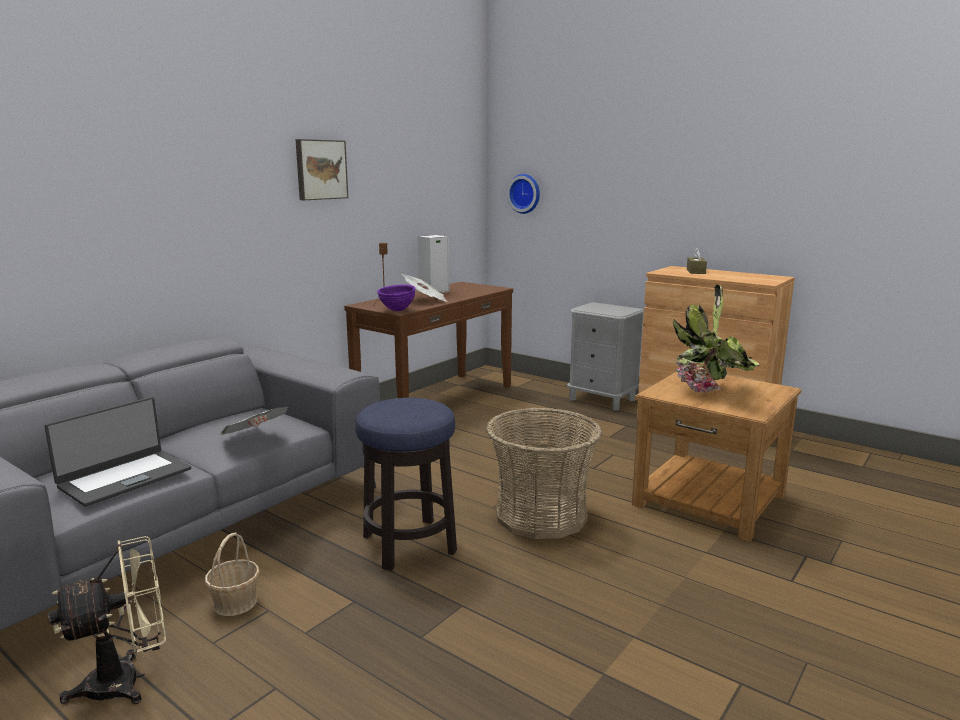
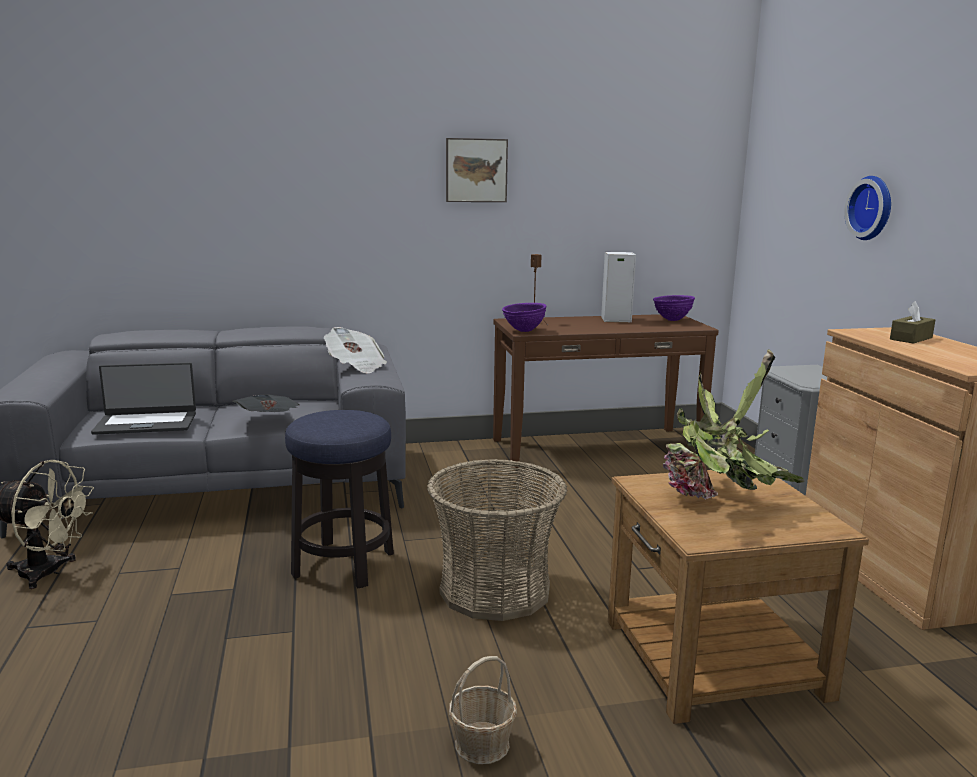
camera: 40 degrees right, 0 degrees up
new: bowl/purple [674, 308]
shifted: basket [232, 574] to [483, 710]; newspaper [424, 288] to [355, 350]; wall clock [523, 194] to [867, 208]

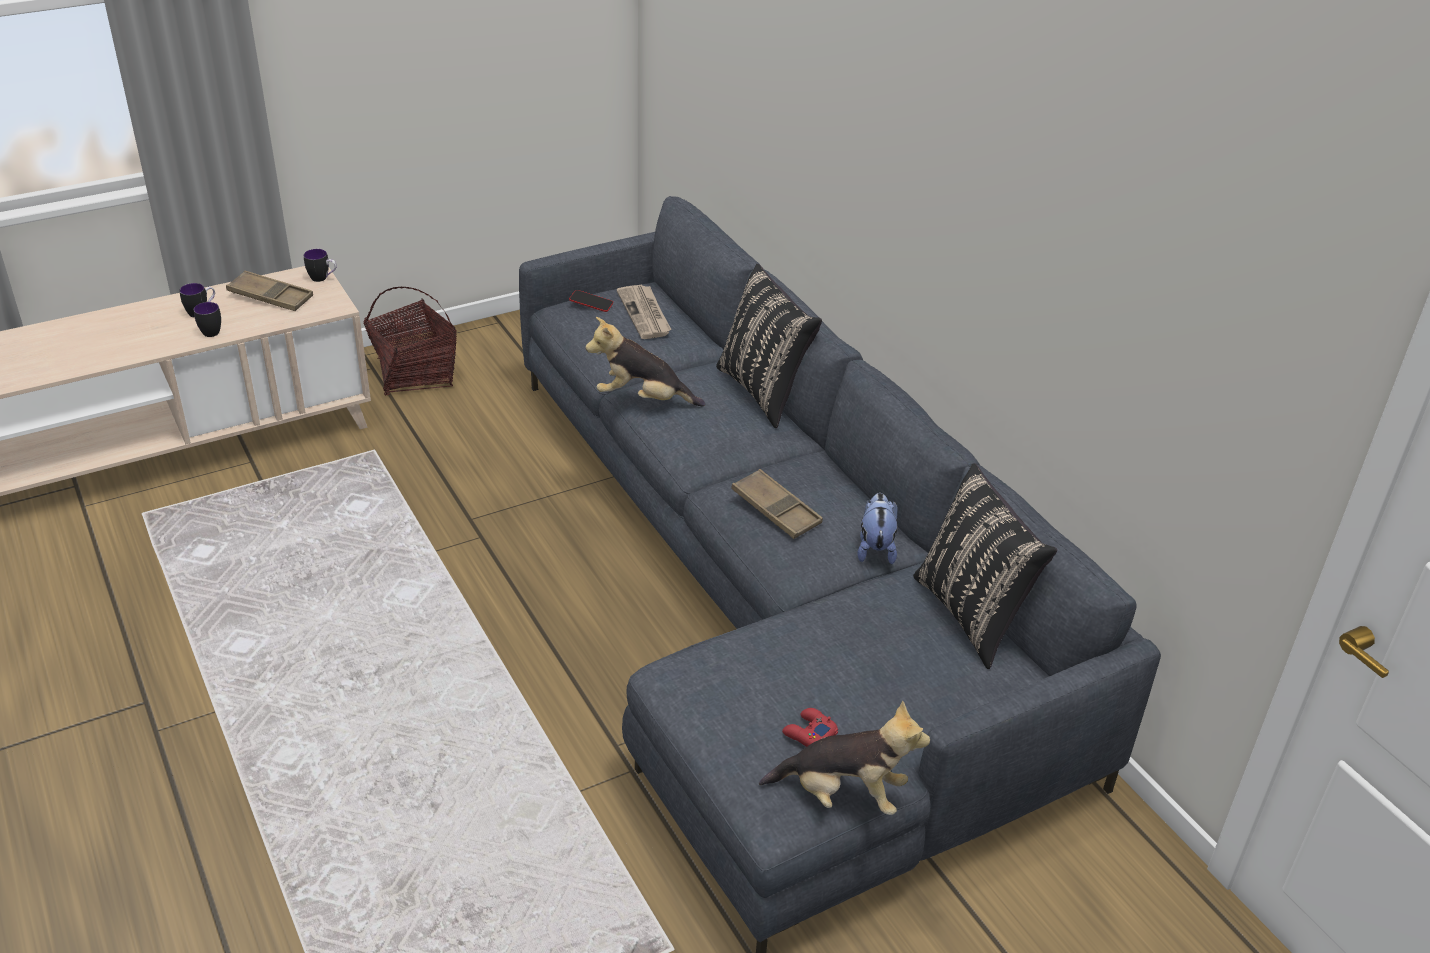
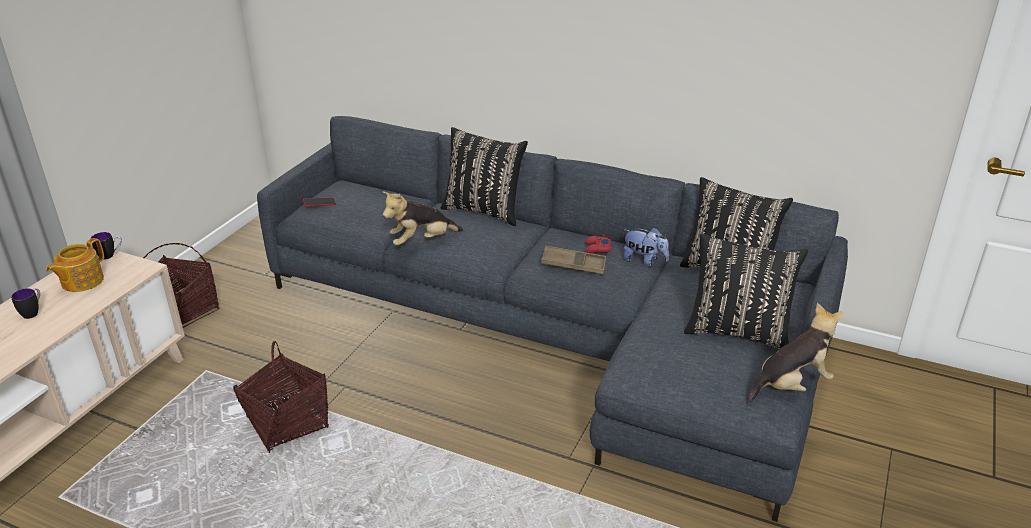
camera: 35 degrees left, 5 degrees down
gone: mug [207, 319]; newspaper [644, 312]
new: basket [281, 397]; pillow/black [746, 291]
shifted: game controller/red [810, 727] to [598, 244]
swapped: tray/brown [269, 291] to teapot [75, 265]
rotated: plush toy [877, 529] = [646, 247] 150 degrees clockwise

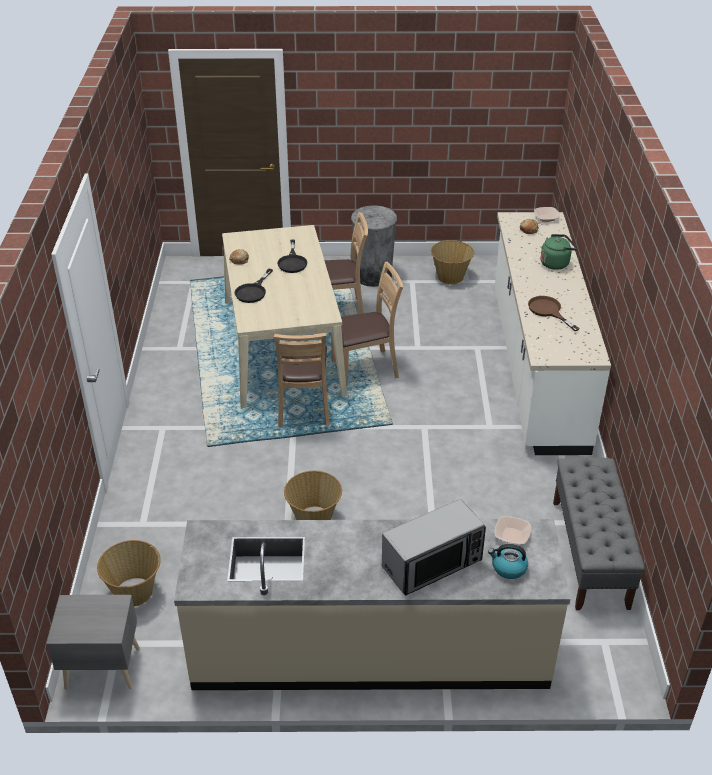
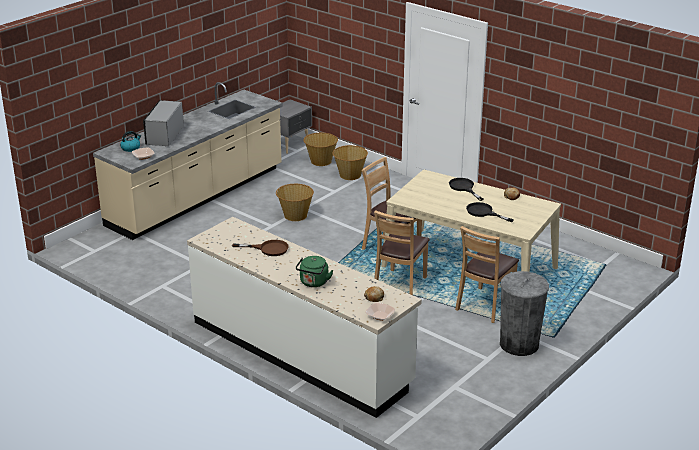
camera: 130 degrees right, 10 degrees down
gone: bench/grey [599, 533]
shifted: basket [452, 262] to [350, 162]

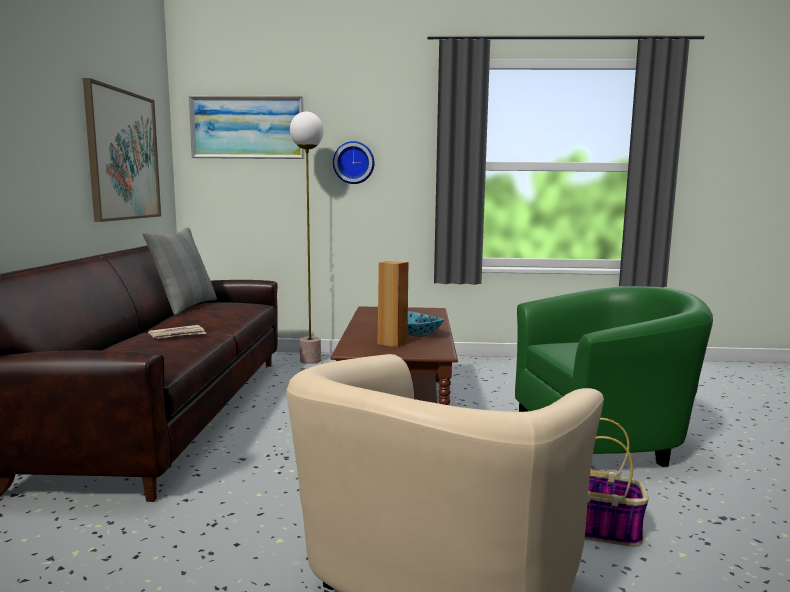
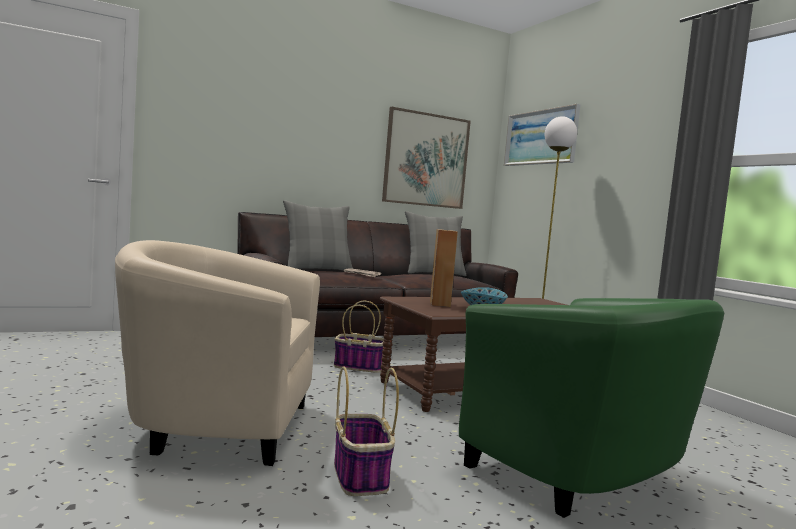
camera: 60 degrees right, 5 degrees down
gone: wall clock [353, 162]
new: pillow/grey [318, 235]; basket [359, 337]

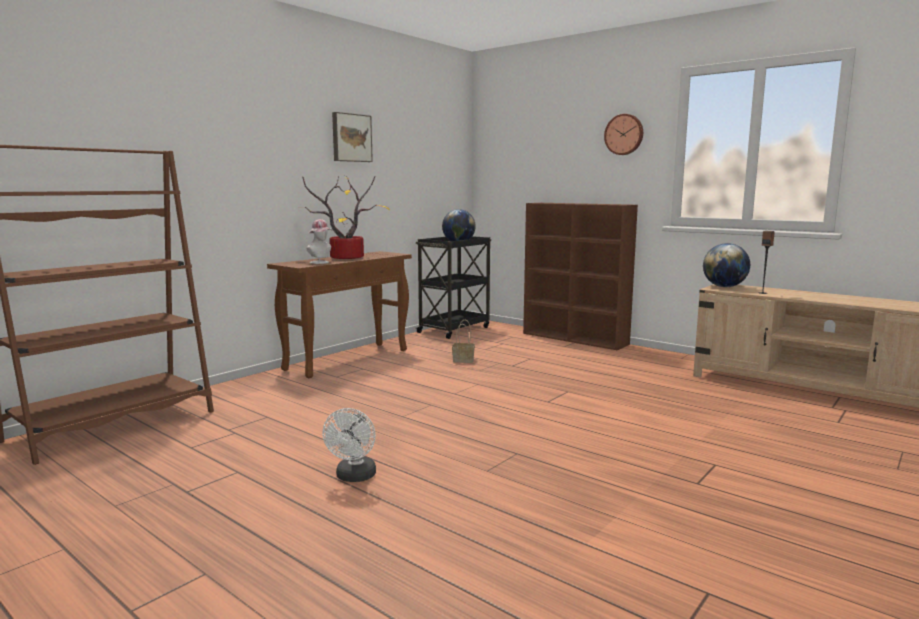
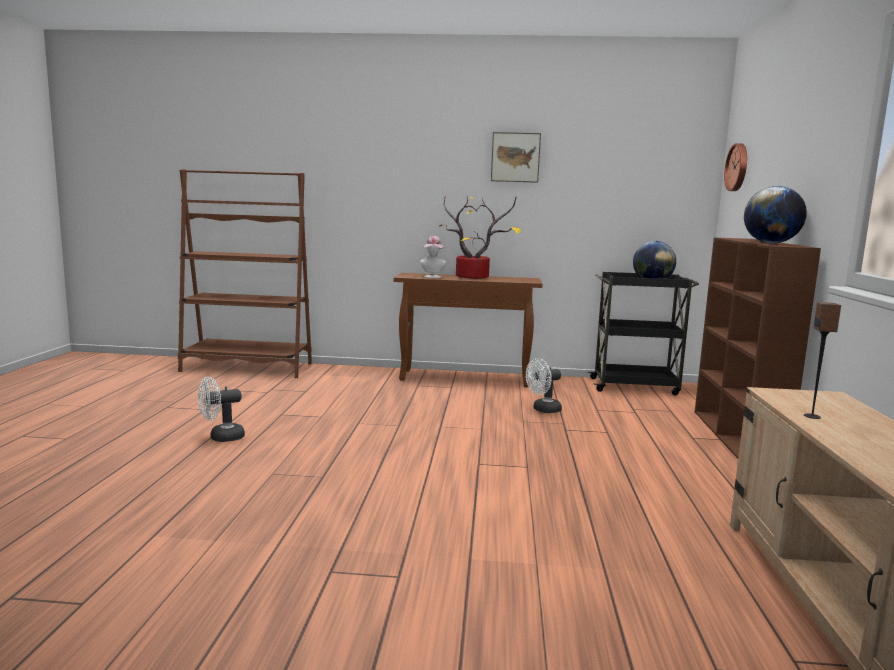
camera: 55 degrees right, 0 degrees up
shifted: wall clock [623, 134] to [735, 167]; globe [726, 265] to [775, 215]
swapped: basket [463, 341] to fan/white [544, 385]

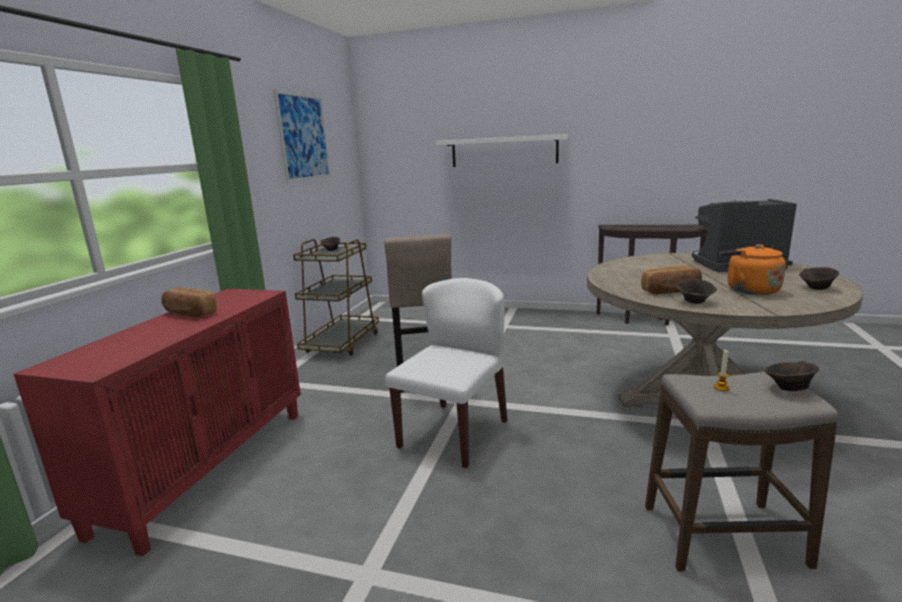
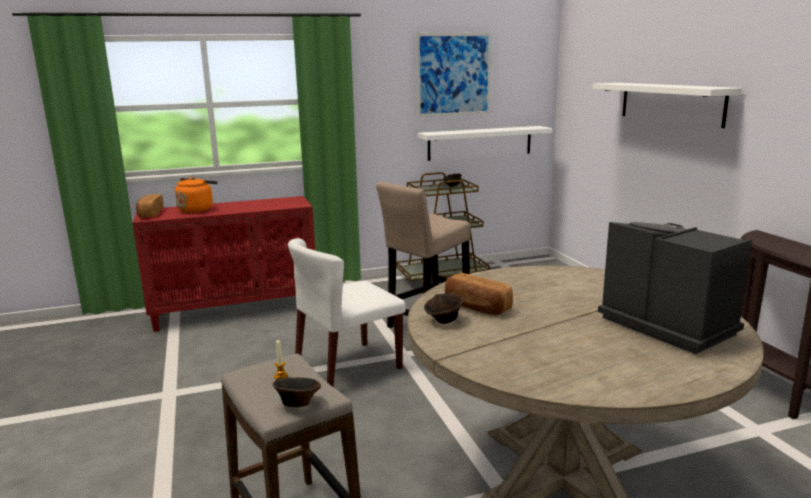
camera: 55 degrees right, 0 degrees up
gone: bowl/brown [819, 278]
new: shelf/white [485, 143]
shifted: bread [189, 302] to [150, 206]; kettle/orange [753, 269] to [196, 195]
rotated: chair/white [446, 373] = [347, 312] 150 degrees clockwise

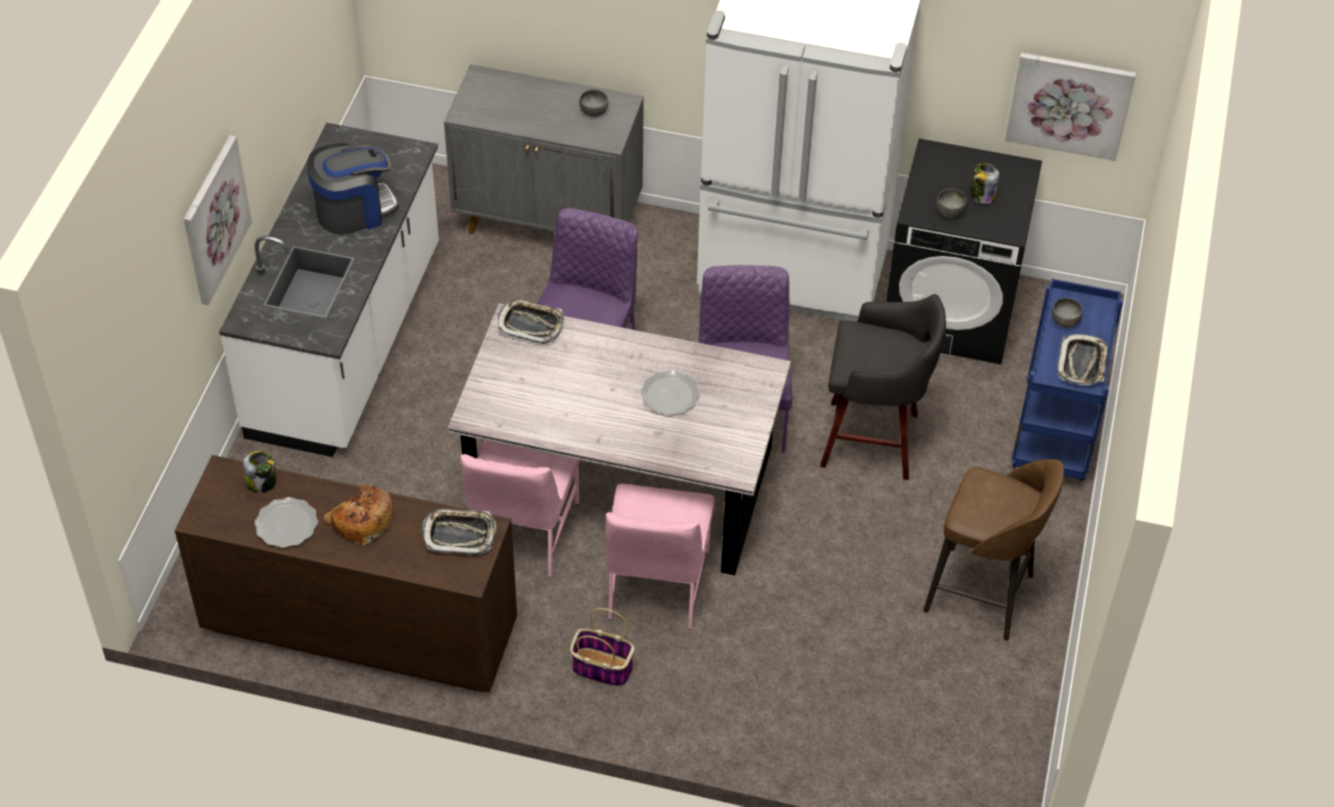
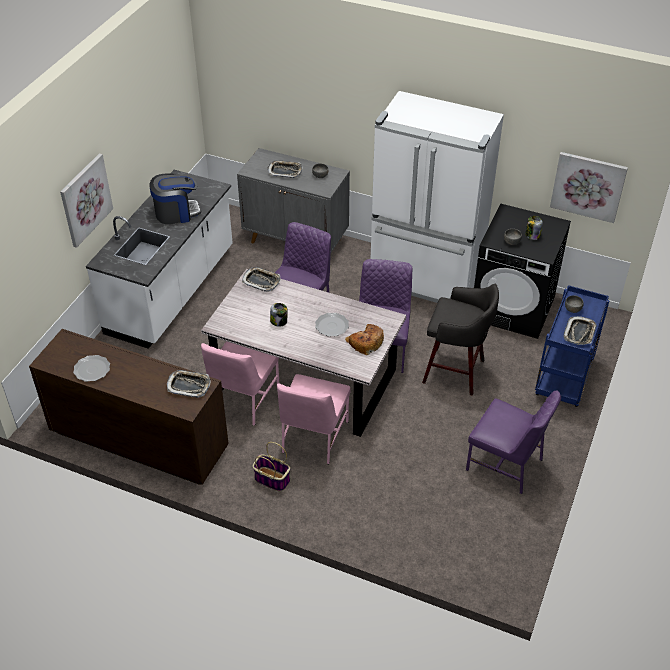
camera: 10 degrees right, 5 degrees down
new: tray [285, 169]
shifted: jar [259, 472] to [278, 315]; bread [358, 515] to [364, 339]
swapped: stool/brown [993, 550] to chair/purple [513, 442]

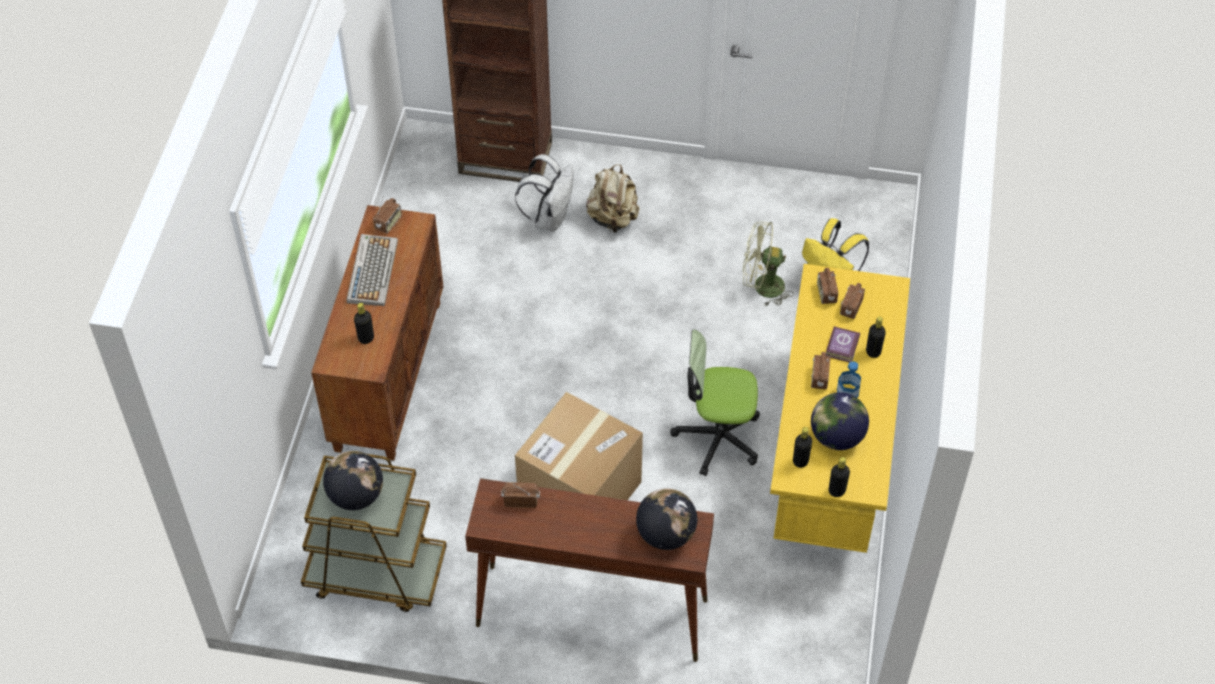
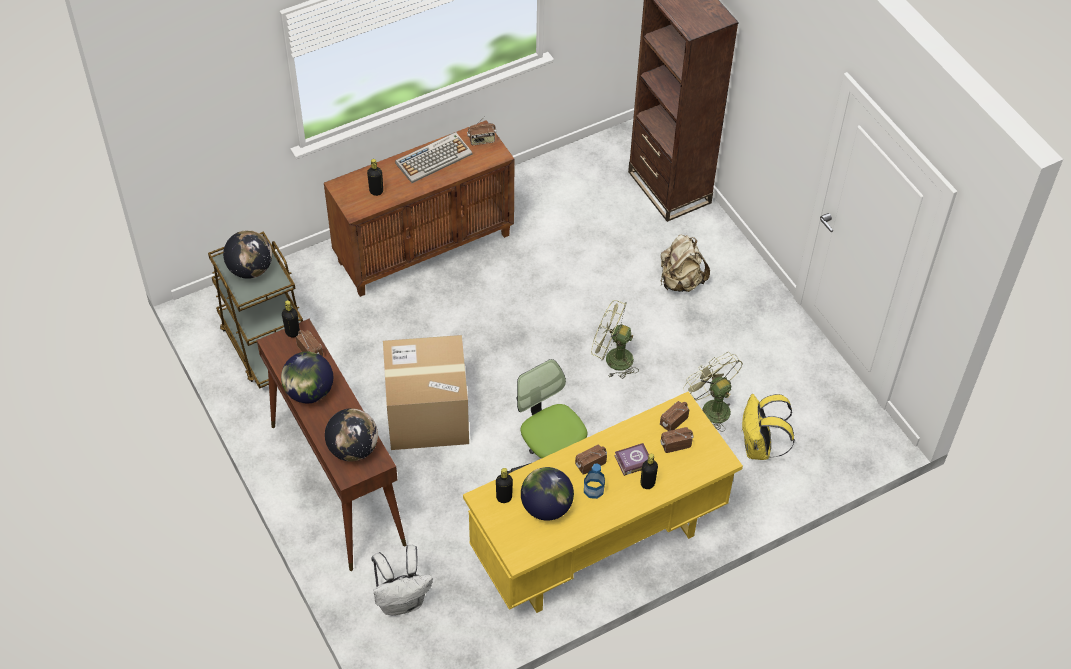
camera: 50 degrees right, 0 degrees up
new: globe [307, 377]; fan/green [615, 339]
shifted: backpack/white [544, 193] to [402, 580]; bottle/black [839, 477] to [291, 318]

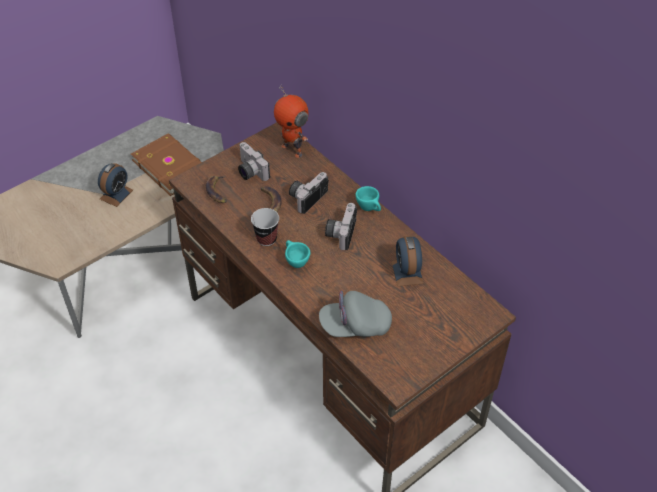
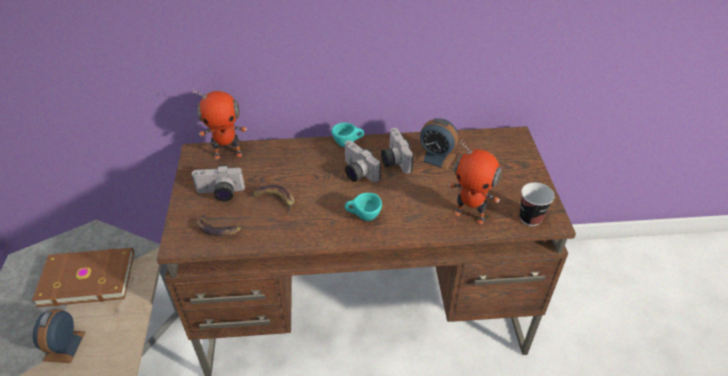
camera: 55 degrees left, 5 degrees down
shifted: cup [265, 227] to [537, 204]; photo camera [309, 193] to [397, 151]
swapped: cap/grey [355, 314] to toy robot [475, 181]
rotated: alarm clock [115, 185] = [59, 336] 150 degrees counterclockwise

